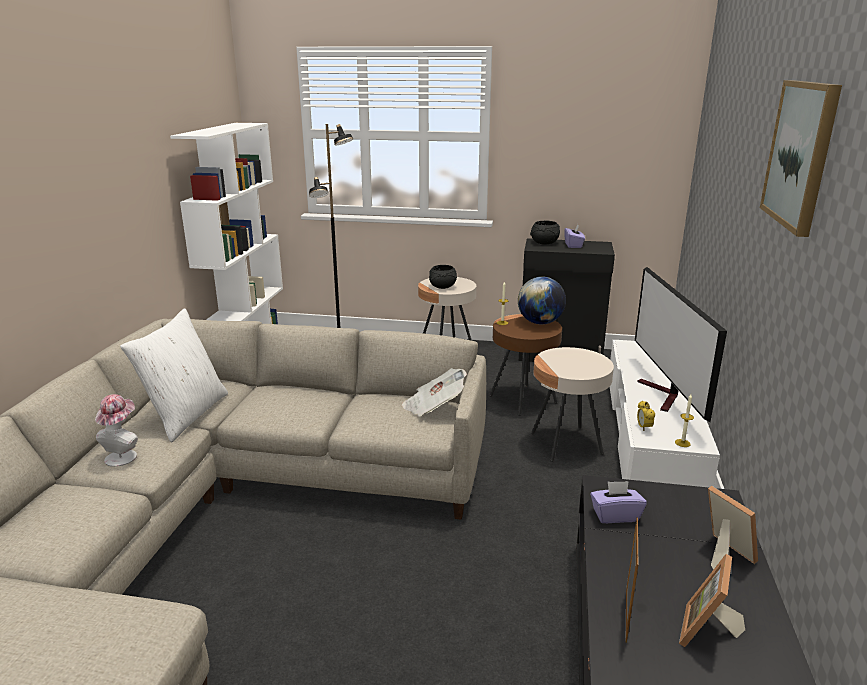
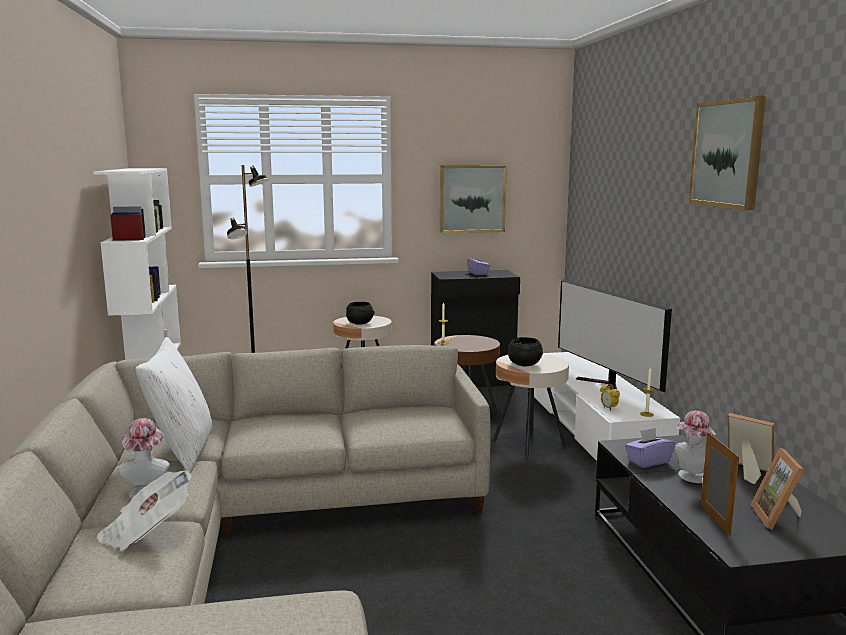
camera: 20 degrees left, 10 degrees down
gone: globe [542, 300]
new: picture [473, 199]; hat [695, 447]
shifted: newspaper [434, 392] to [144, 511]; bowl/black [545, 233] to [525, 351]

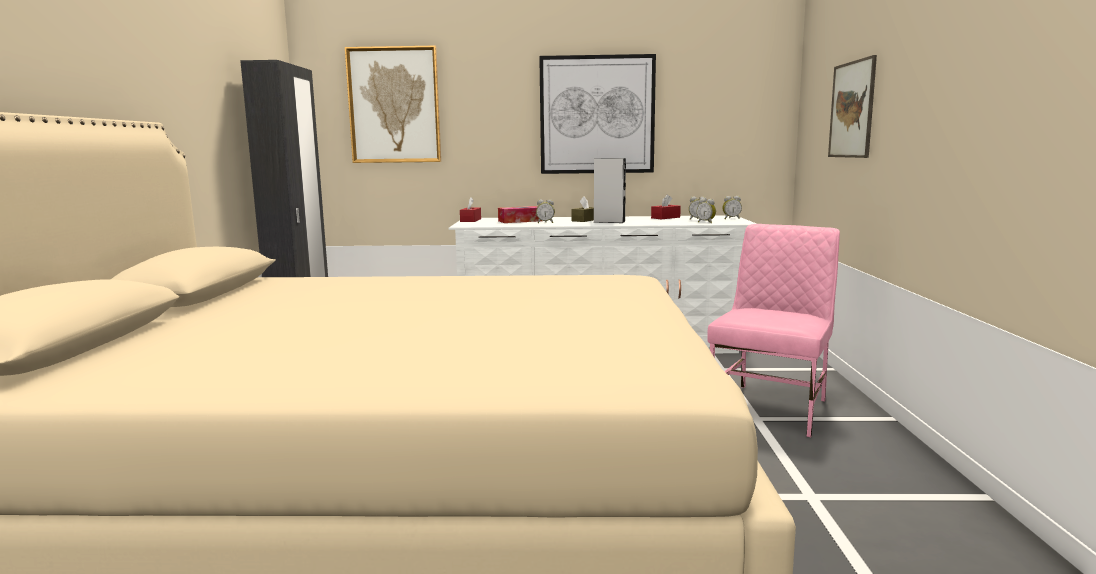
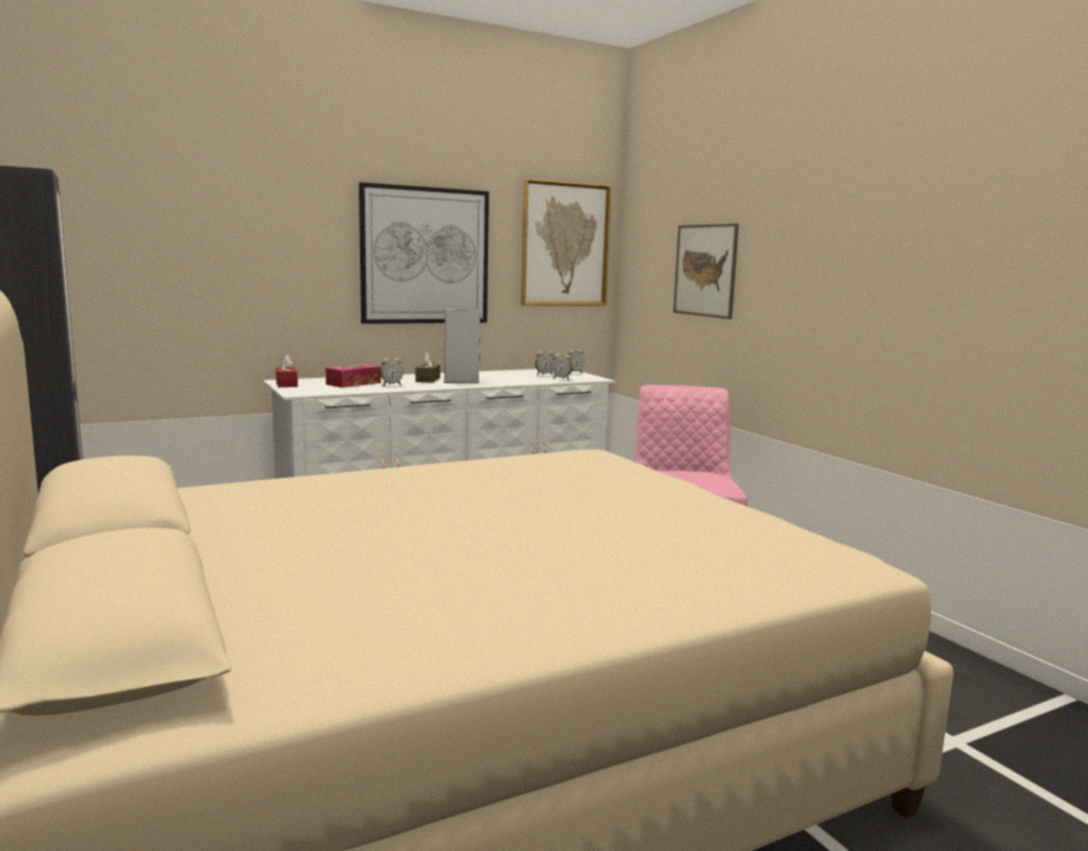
camera: 30 degrees left, 0 degrees up
gone: tissue box/red [666, 206]
shifted: picture [393, 104] to [566, 242]

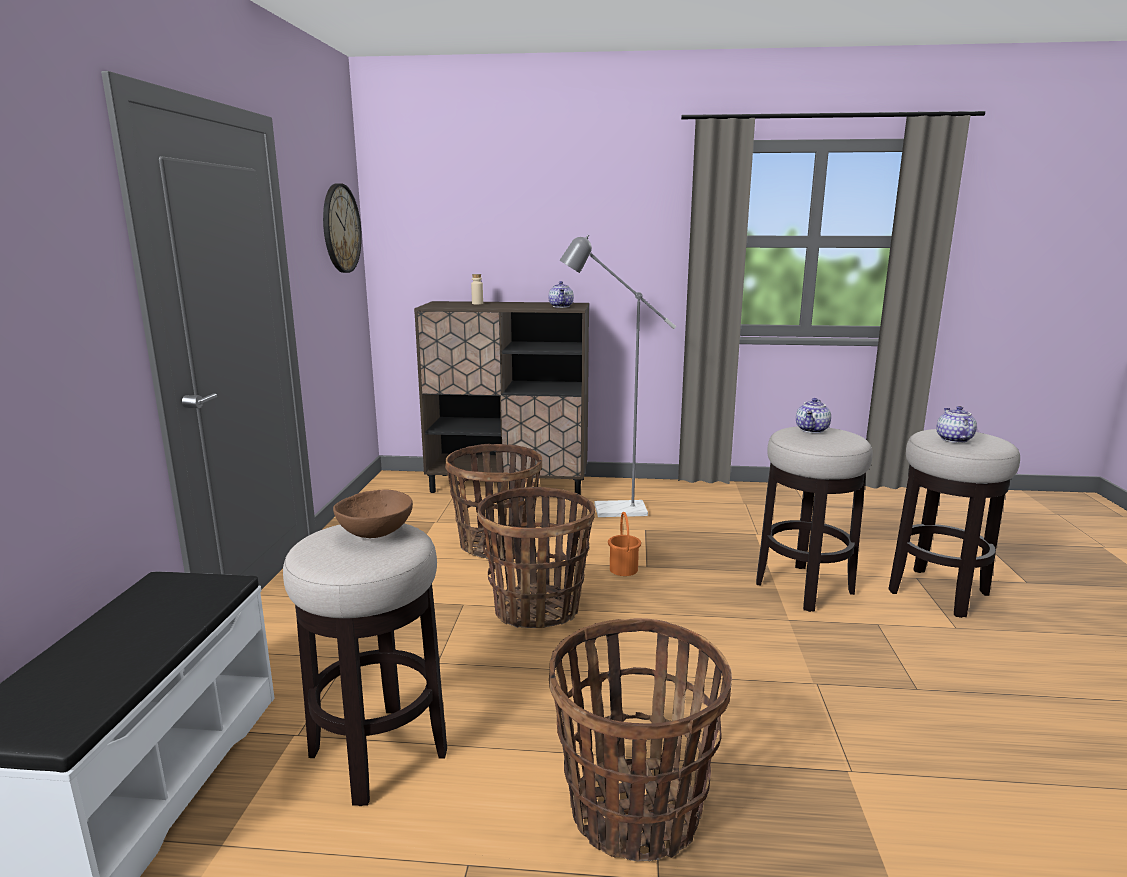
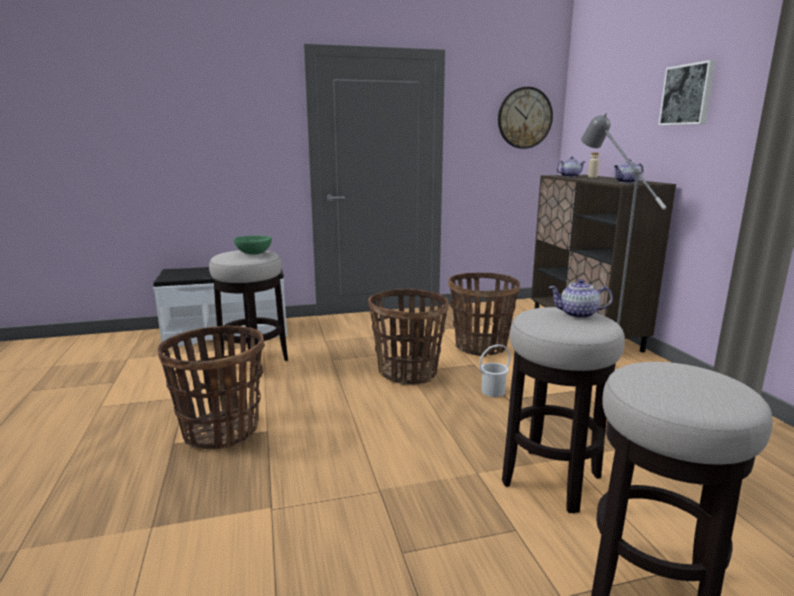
camera: 70 degrees right, 0 degrees up
new: picture [687, 92]
shifted: teapot [956, 424] to [570, 167]
repainted: bowl/brown [373, 513] to bowl/green [253, 245]; bucket/orange [624, 544] to bucket/white [494, 370]

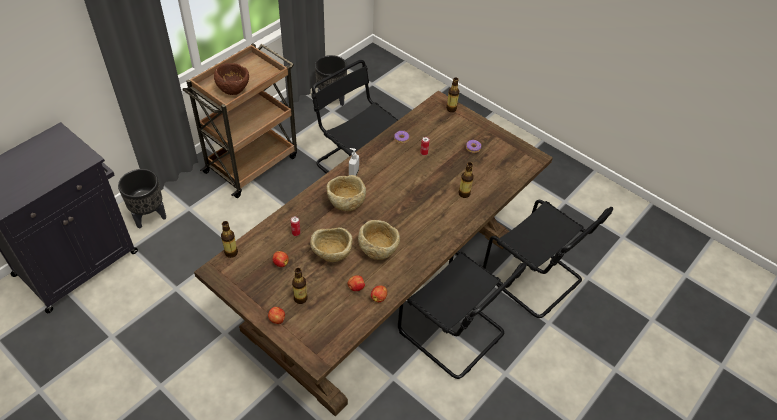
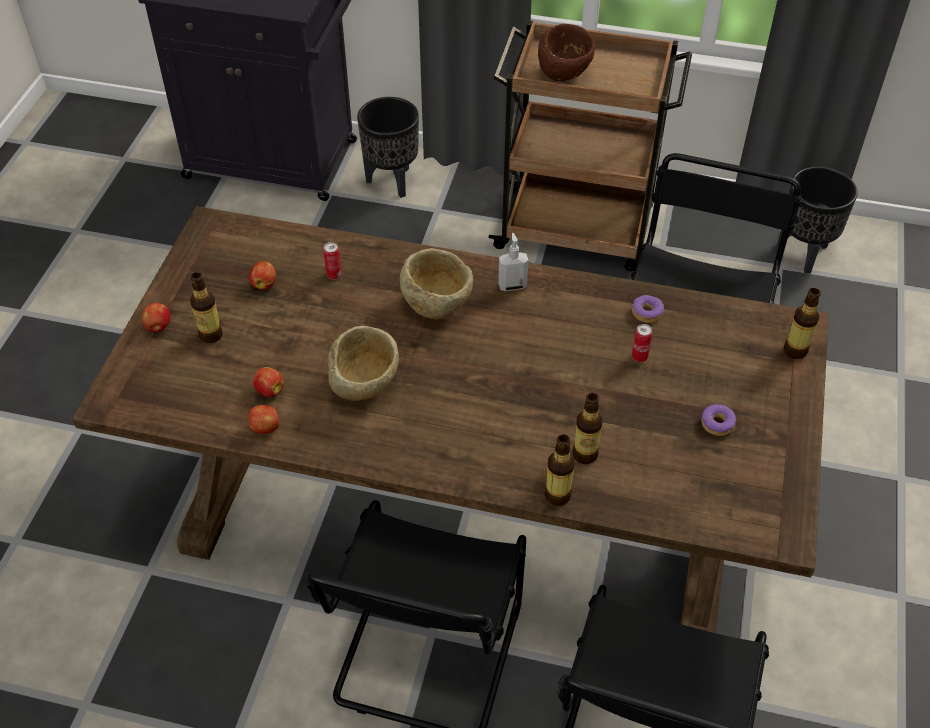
camera: 65 degrees right, 0 degrees up
gone: bowl/beige [331, 244]
shifted: bottle [229, 239] to [559, 470]

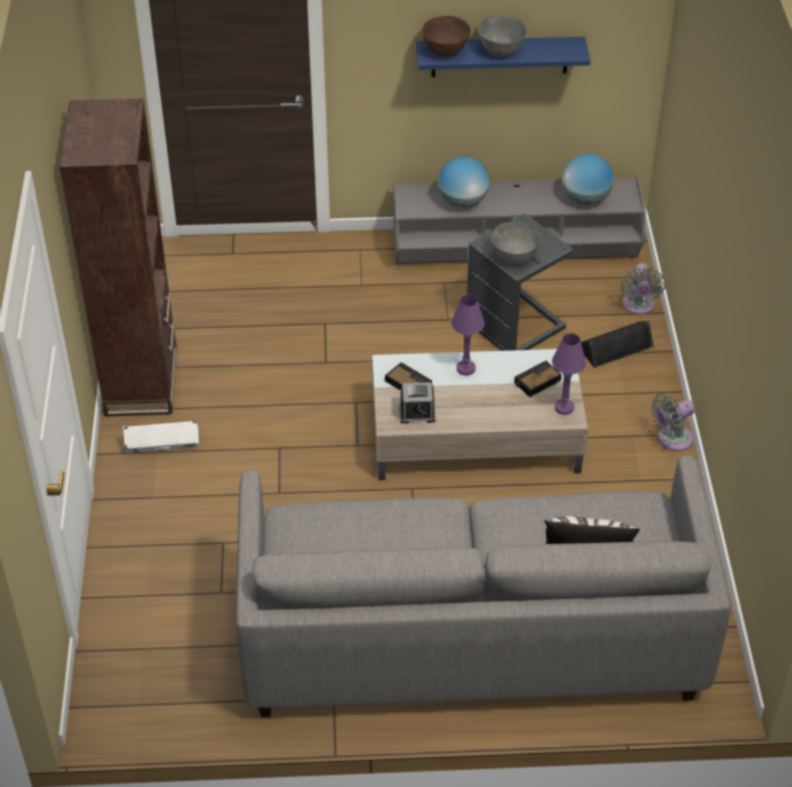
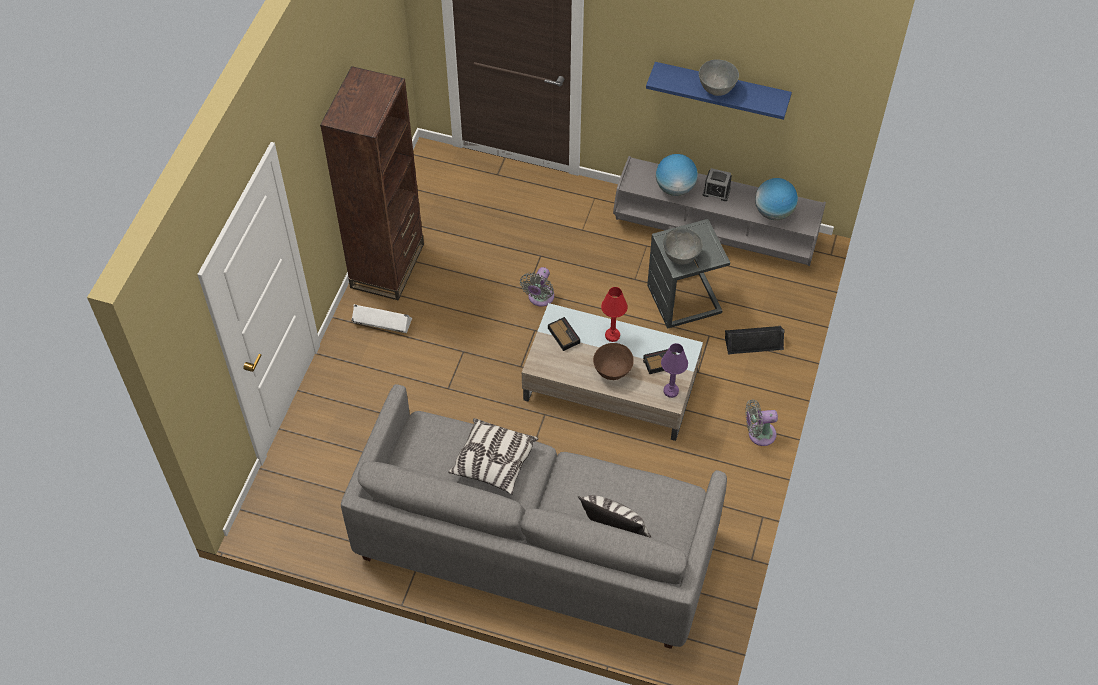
camera: 20 degrees right, 10 degrees up
new: pillow [493, 456]
shifted: alarm clock [417, 403] to [717, 184]; bowl/brown [446, 36] to [613, 361]; fan/grey [643, 289] to [537, 287]
repainted: table lamp/purple [468, 335] to table lamp/red [614, 314]

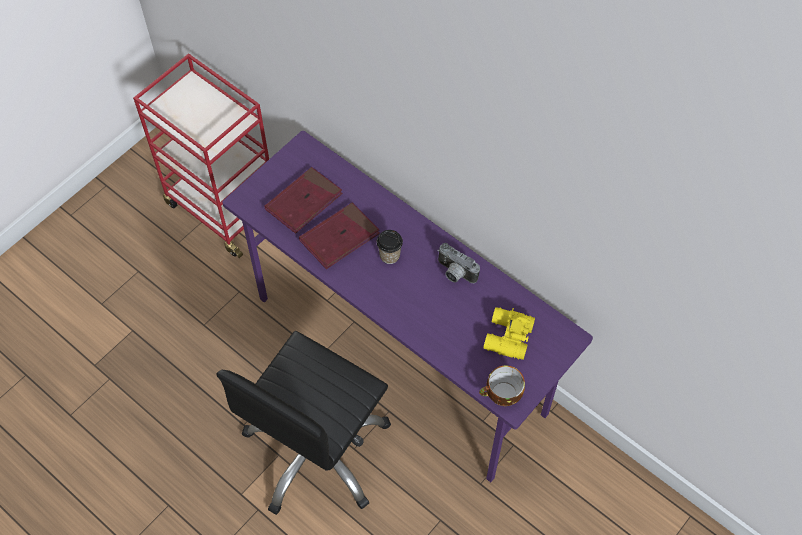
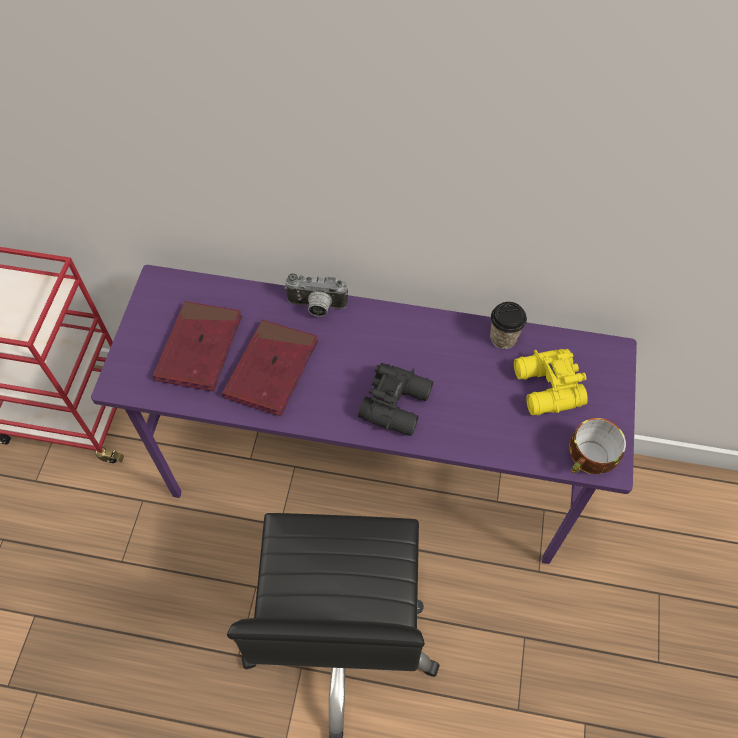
camera: 30 degrees left, 0 degrees up
new: binoculars/black [395, 399]
shifted: cup [390, 247] to [508, 325]; photo camera [458, 263] to [316, 295]

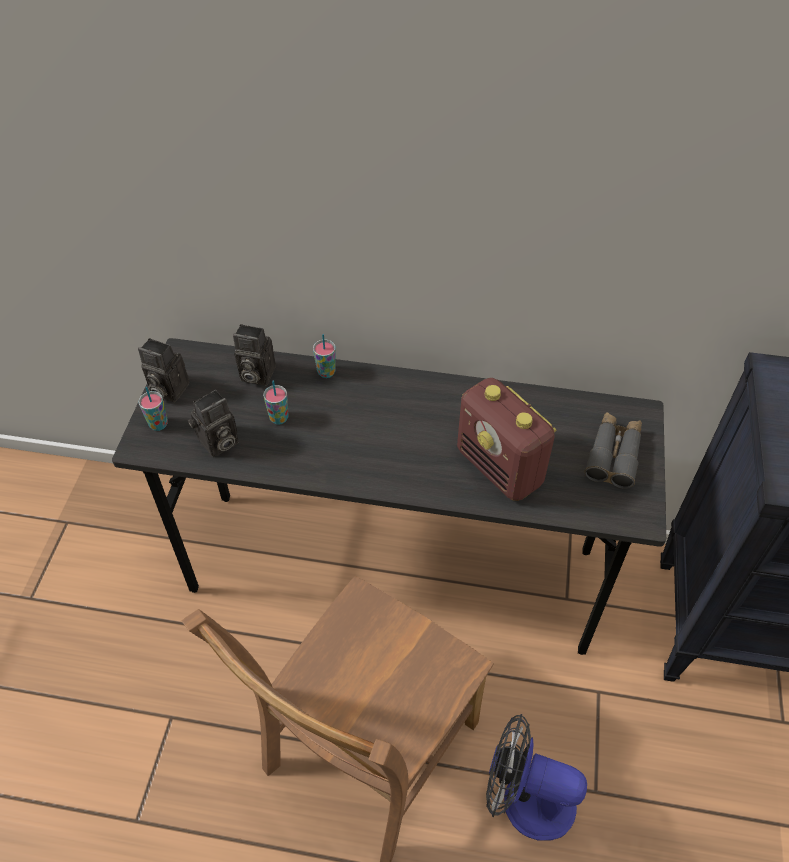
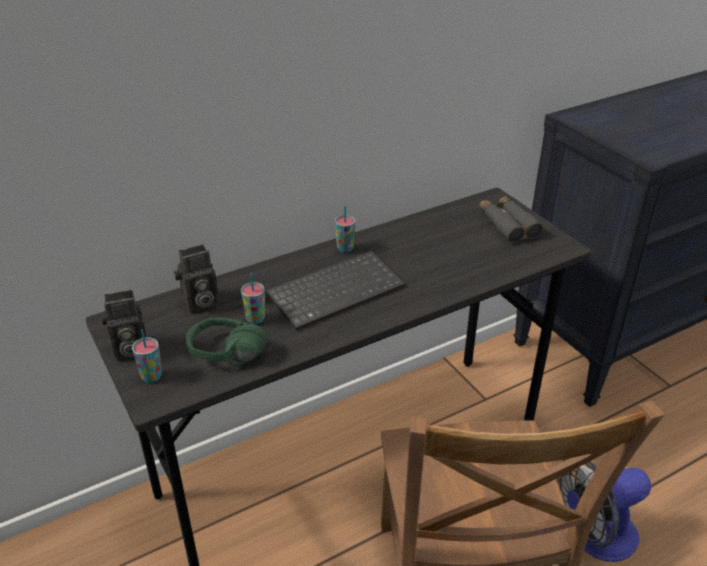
camera: 40 degrees left, 15 degrees down
gone: radio [507, 439]
new: keyboard [335, 291]
shifted: cup [324, 356] to [345, 228]
swapped: photo camera [213, 423] to headphones/green [226, 341]

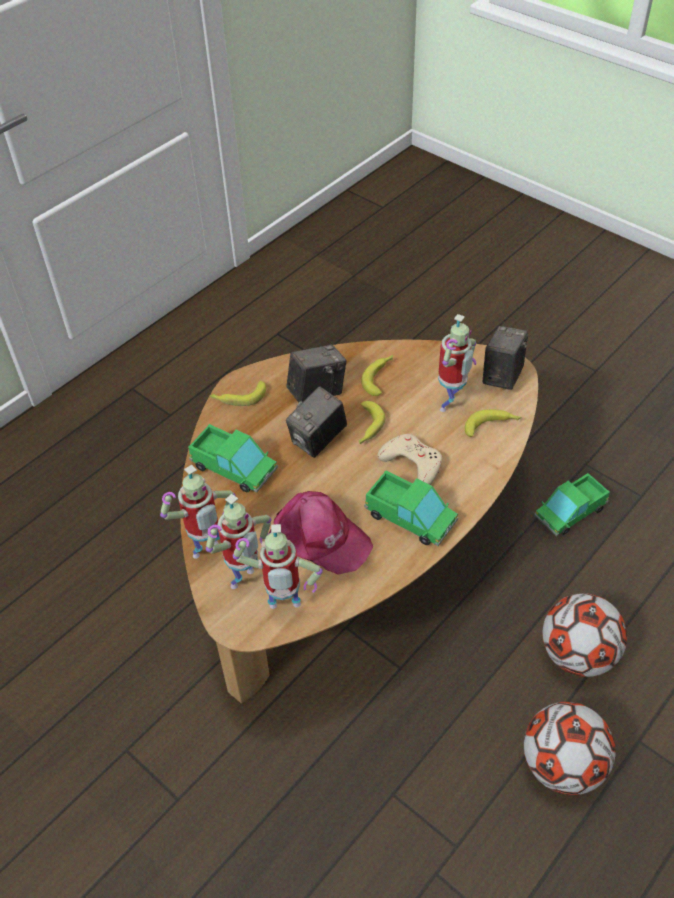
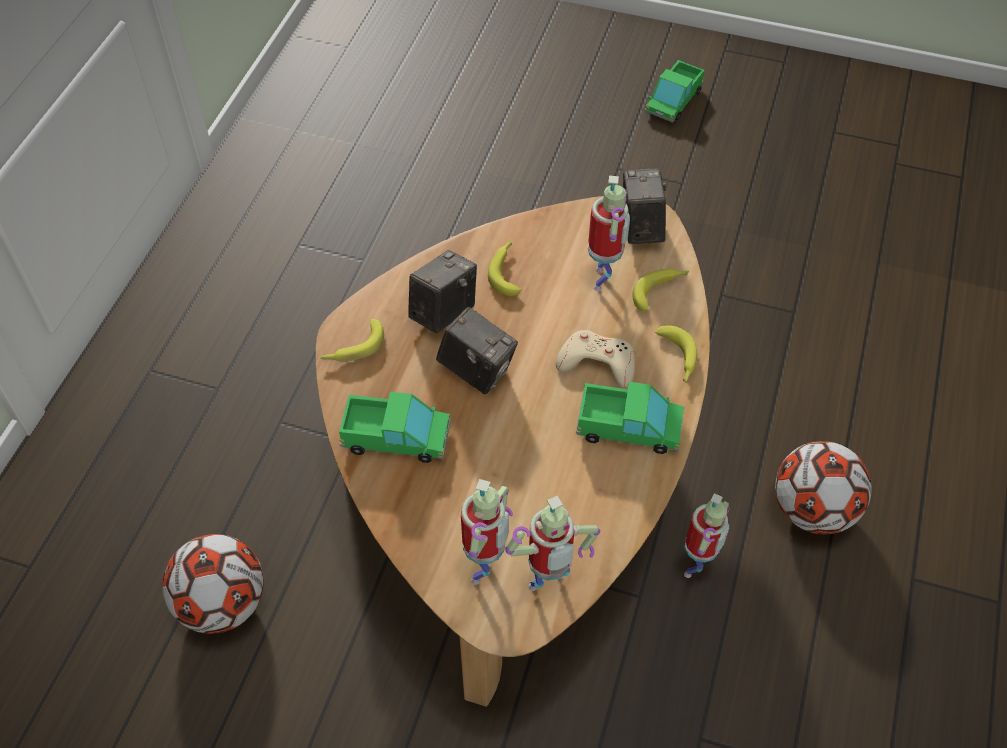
camera: 25 degrees left, 5 degrees up
gone: cap/pink [321, 533]
shifted: toy robot [197, 512] to [706, 535]; banana [372, 422] to [676, 354]; football [570, 748] to [213, 584]; toy truck [572, 504] to [674, 91]
rotated: photo camera [316, 422] = [477, 350] 75 degrees counterclockwise

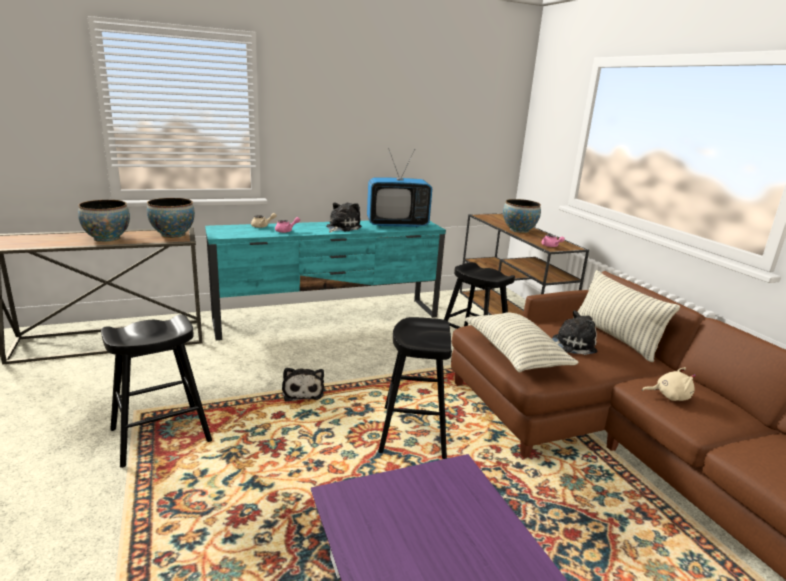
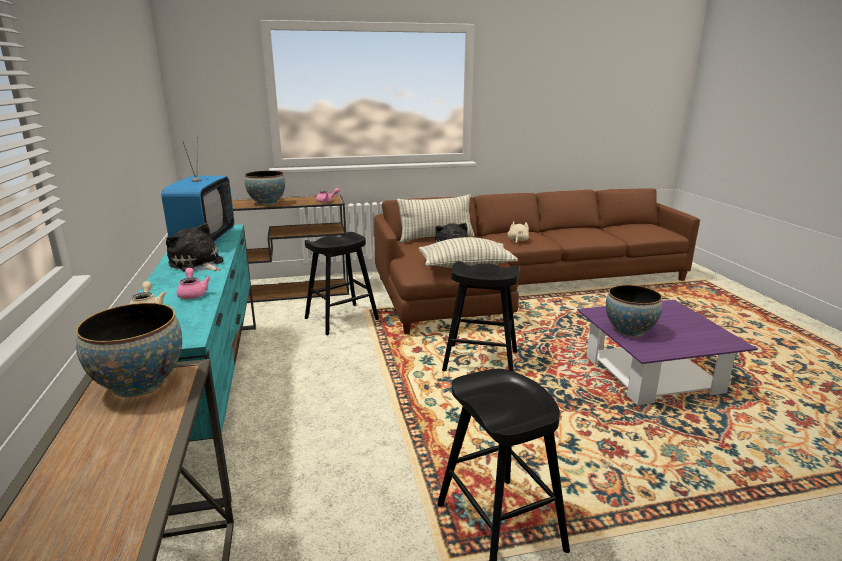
camera: 80 degrees left, 0 degrees up
gone: plush toy [303, 385]
shifted: bowl [104, 221] to [634, 311]

